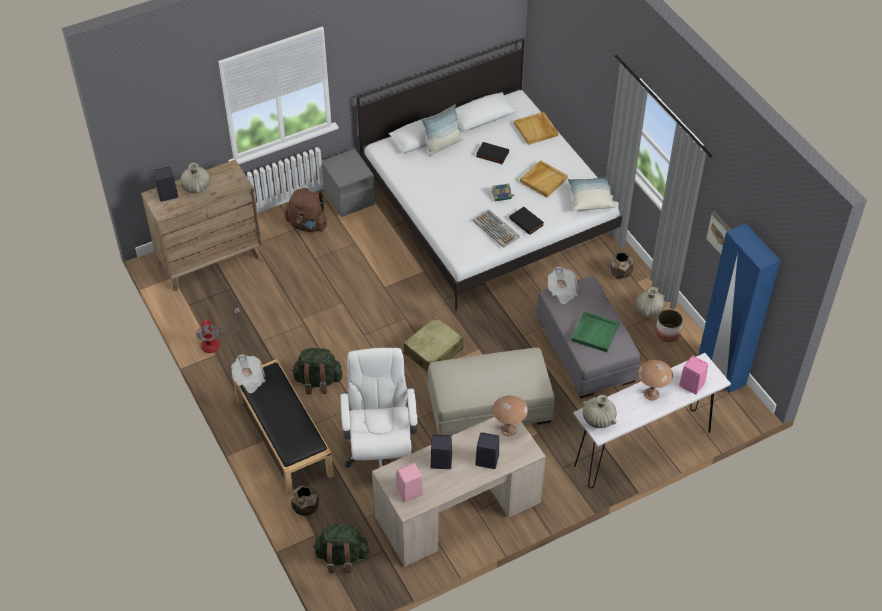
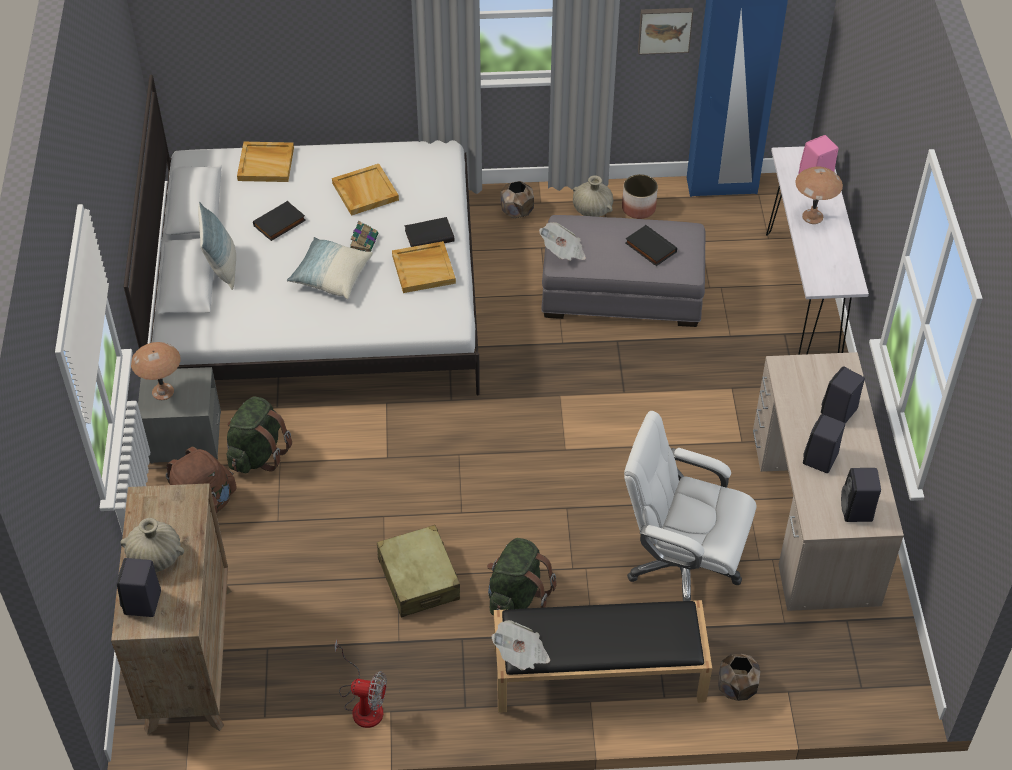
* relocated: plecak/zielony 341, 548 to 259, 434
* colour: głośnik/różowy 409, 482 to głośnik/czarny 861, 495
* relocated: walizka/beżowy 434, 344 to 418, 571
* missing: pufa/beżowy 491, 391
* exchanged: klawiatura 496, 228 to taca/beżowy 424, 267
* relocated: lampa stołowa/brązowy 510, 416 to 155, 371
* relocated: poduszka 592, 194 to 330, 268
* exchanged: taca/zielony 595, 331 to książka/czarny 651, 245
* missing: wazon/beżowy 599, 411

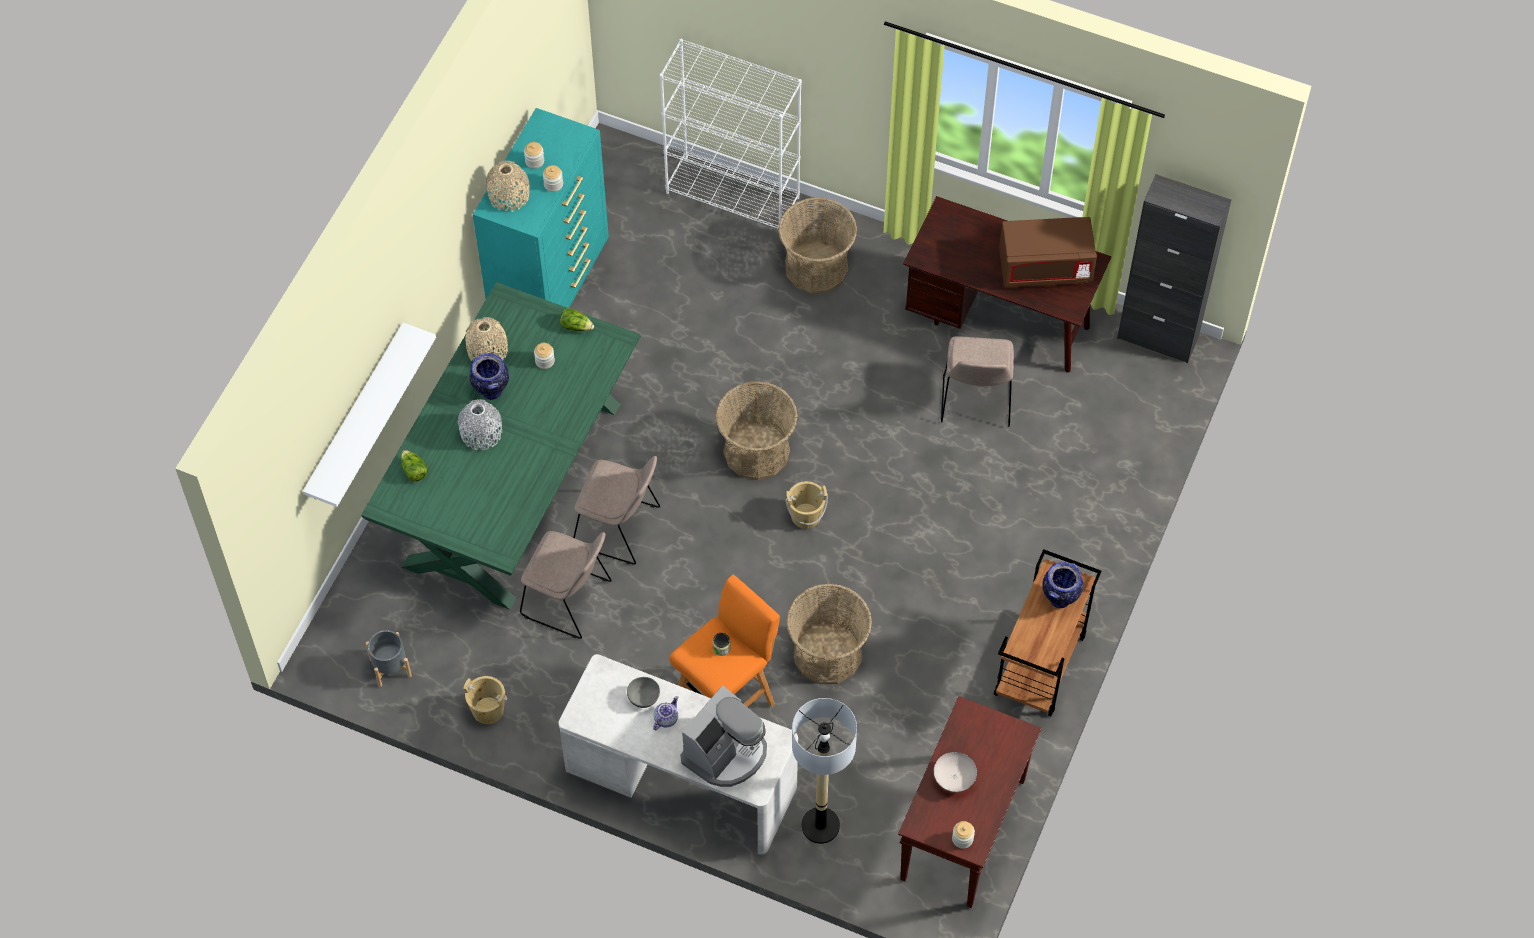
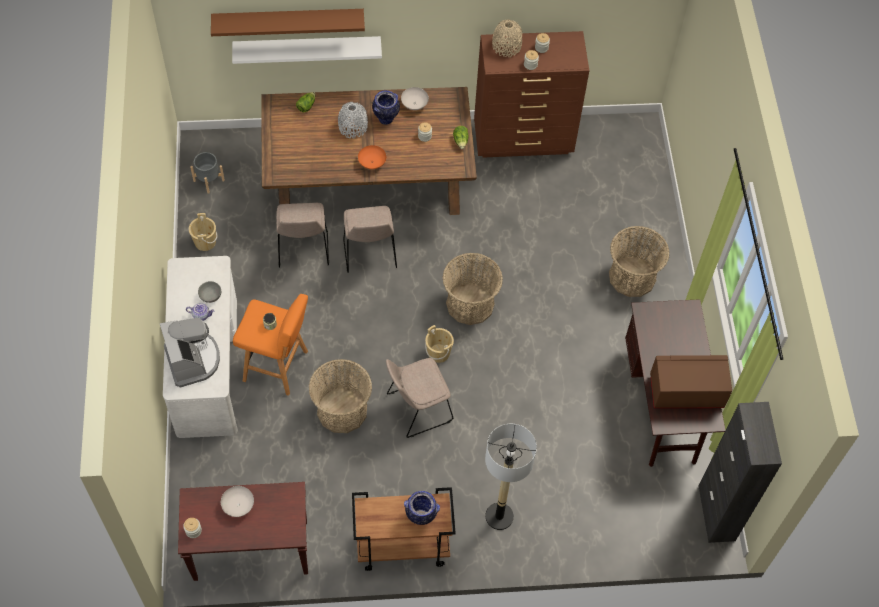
* colour: stół jadalny/zielony 501, 446 to stół jadalny/brązowy 369, 151
* exchanged: wazon/beżowy 486, 339 to miska/biały 415, 98
* colour: komoda/turkusowy 541, 208 to komoda/brązowy 531, 94
* missing: regał/biały 731, 133
* spun: ekspres do kawy 723, 736 = 190, 353 120 degrees counterclockwise
* relocated: lampa stojąca 824, 771 to 511, 477
* relocated: krzesło/beżowy 977, 381 to 419, 398
* spun: mikrofalówka/brązowy 1048, 252 = 691, 381 120 degrees clockwise
* appeared: półka/brązowy 288, 22
* appeared: miska/pomarańczowy 372, 157

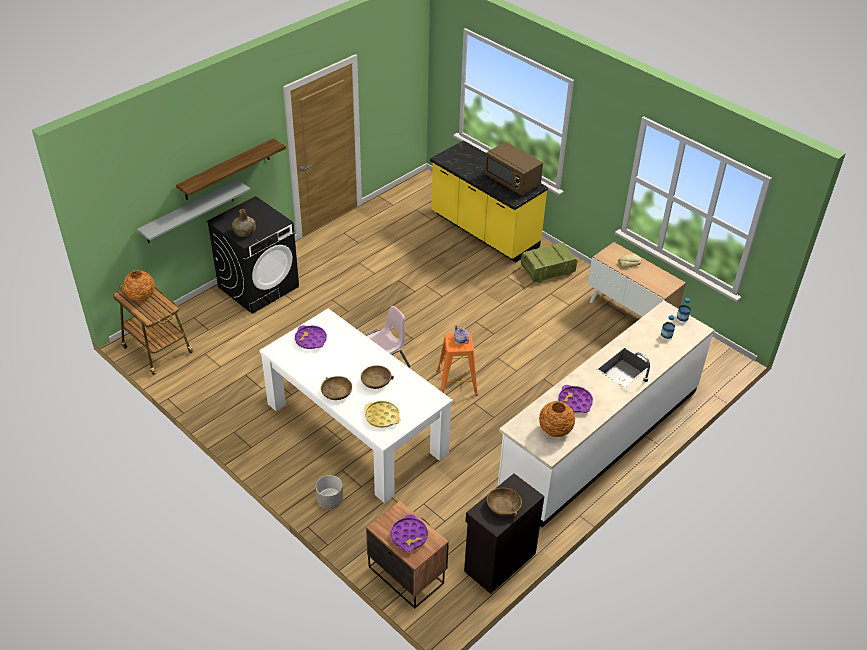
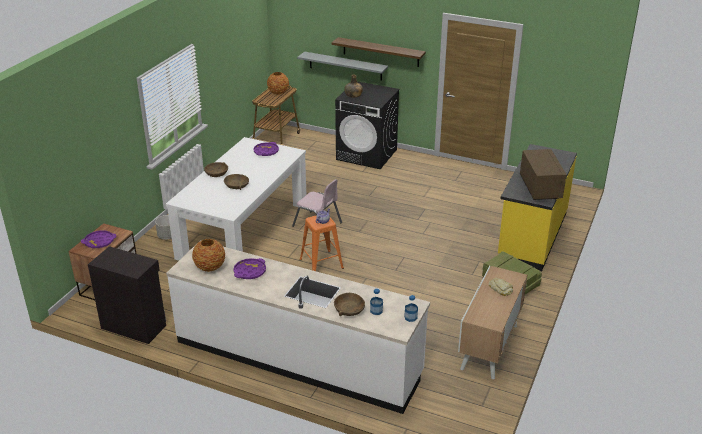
* missing: taca/żółty 382, 414
* spun: mikrofalówka/brązowy 514, 169 = 543, 174 150 degrees clockwise
* relocated: miska/brązowy 504, 502 to 349, 304

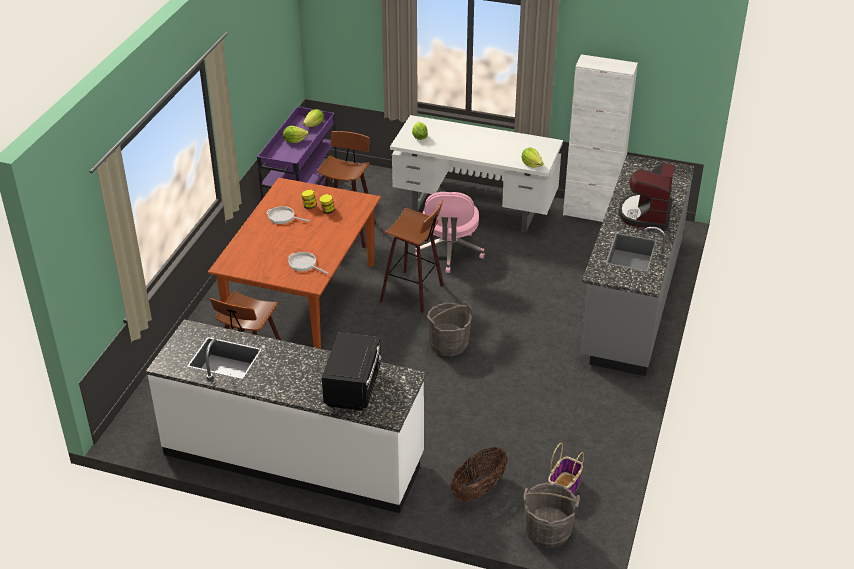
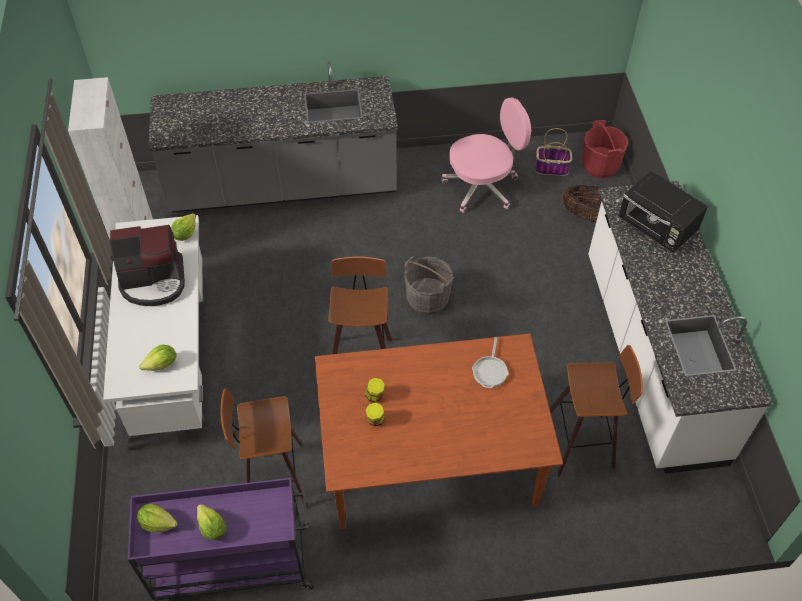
* missing: patelnia 288, 215
* spun: mikrofalówka/czarny 351, 372 = 663, 212 120 degrees counterclockwise
* relocated: krzesło biurowe/różowy 450, 232 to 486, 155
* colour: wiadro/szary 551, 515 to wiadro/czerwony 605, 149
* relocated: ekspres do kawy 647, 196 to 147, 265

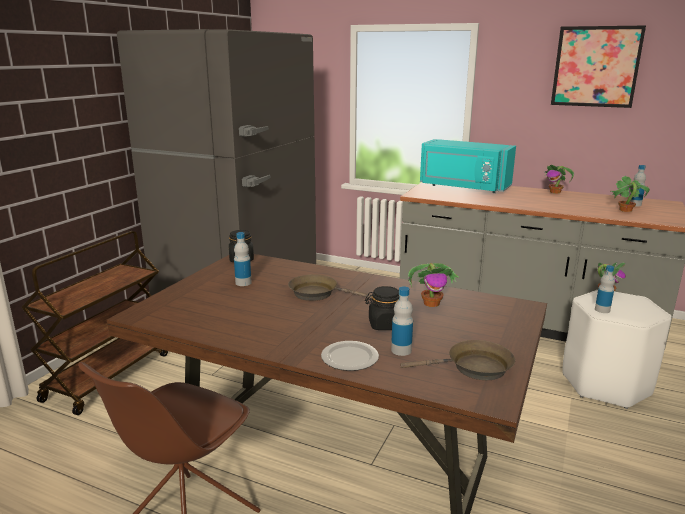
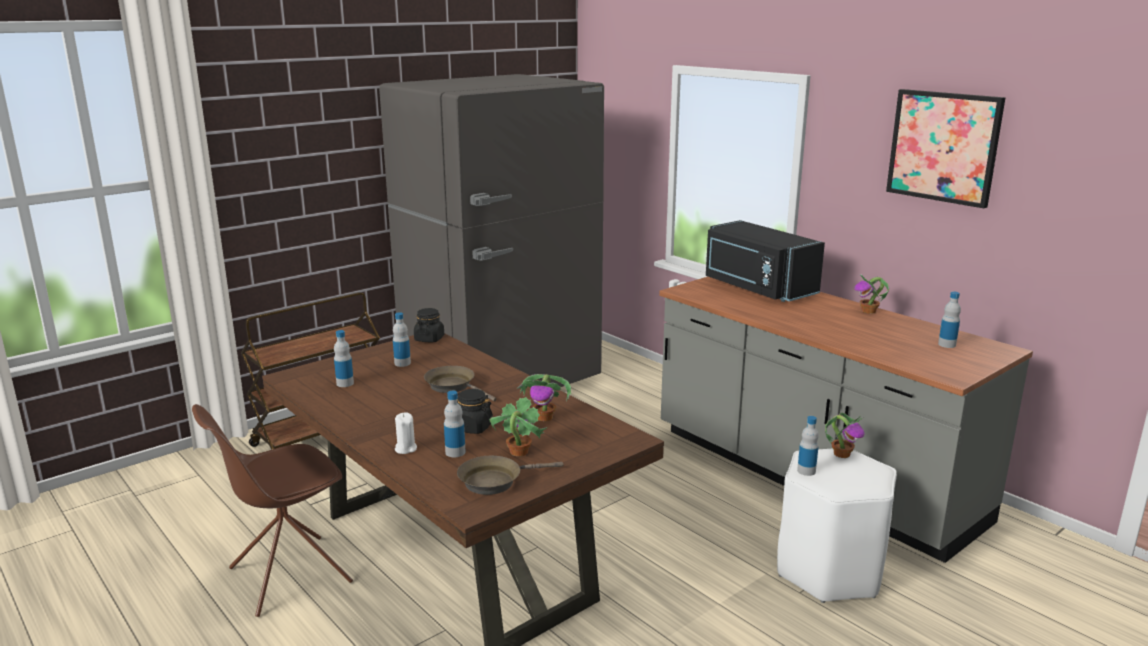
* exchanged: talerz 350, 356 to świeca/biały 406, 433
* spun: patelnia/brązowy 457, 360 = 510, 475 135 degrees clockwise
* colour: mikrofalówka/turkusowy 468, 166 to mikrofalówka/czarny 765, 261
* relocated: roślina doniczkowa 630, 194 to 519, 426
* appeared: butelka 344, 358

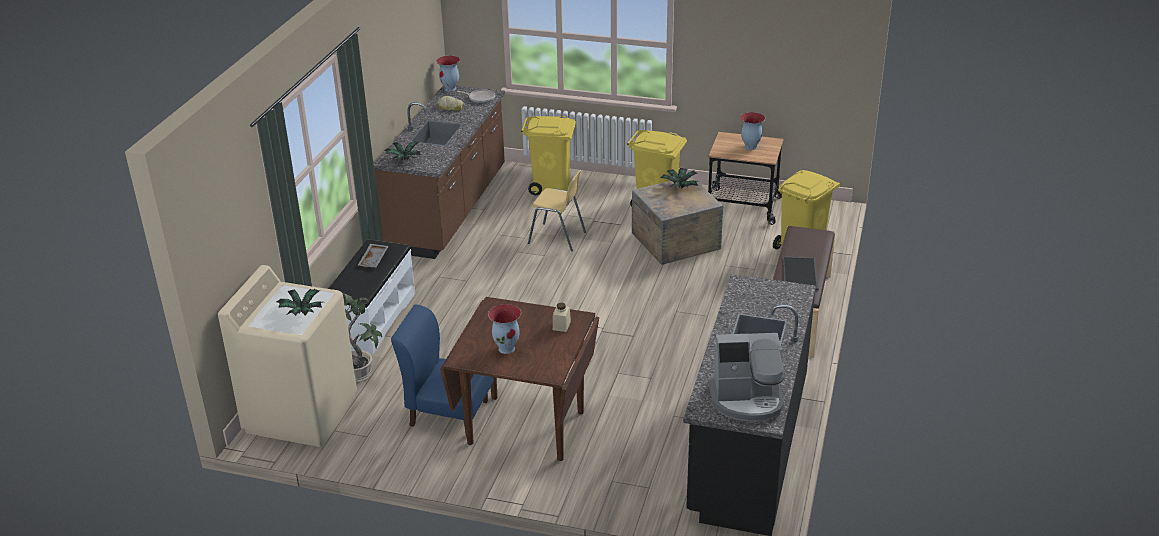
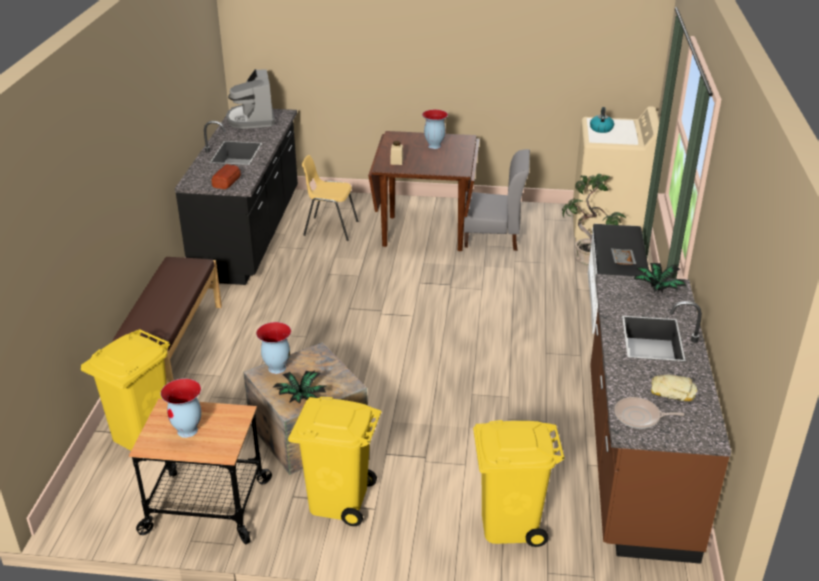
* exchanged: roślina doniczkowa 300, 302 to czajnik 602, 120
* colour: krzesło/niebieski 442, 369 to krzesło/szary 497, 200
* relocated: wazon 448, 73 to 273, 348
* relocated: krzesło/żółty 557, 210 to 330, 198
* spun: ekspres do kawy 746, 377 = 250, 99 90 degrees counterclockwise
* missing: taca 800, 273
* appeared: chleb 226, 176

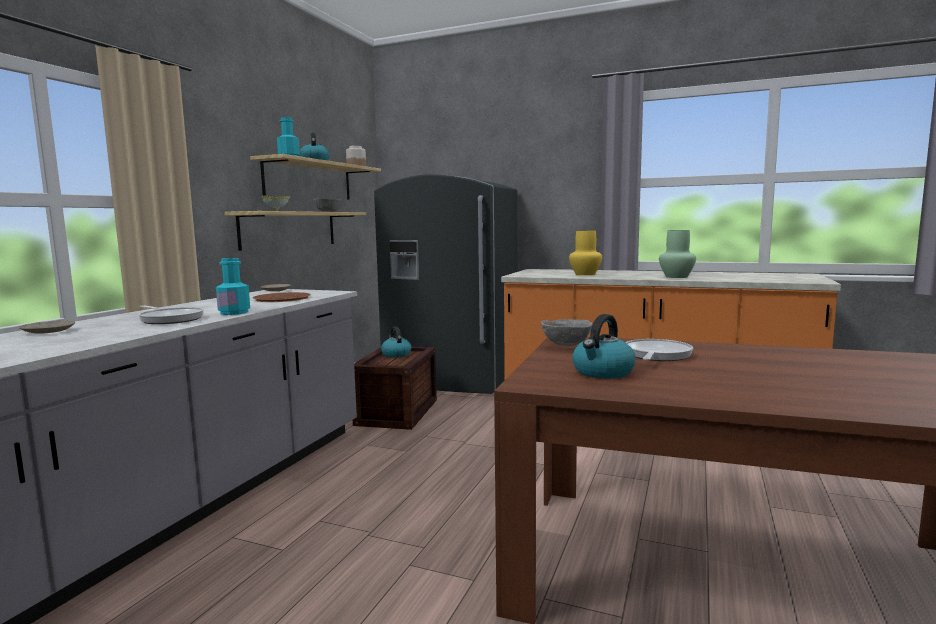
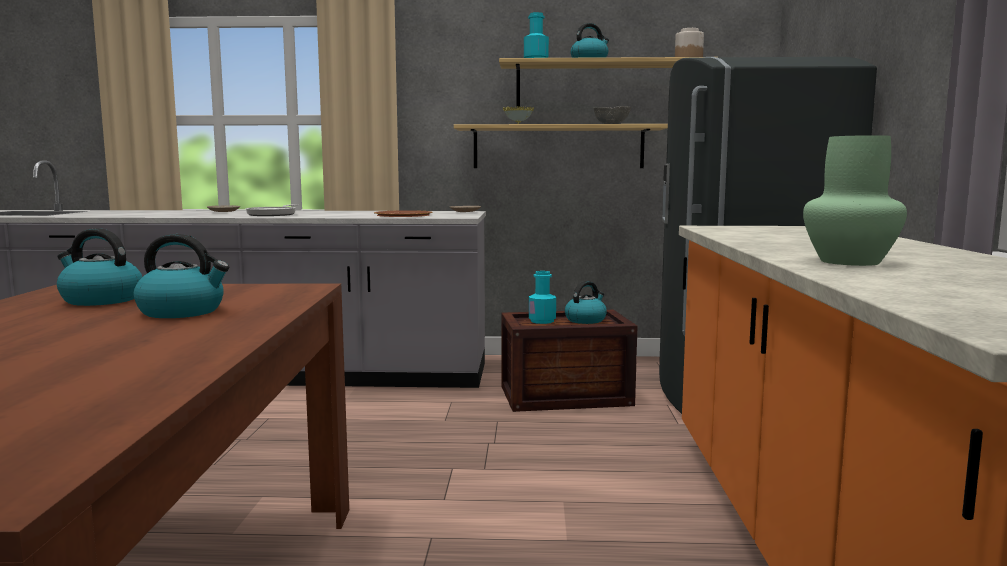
* relocated: butelka/turkusowy 233, 286 to 542, 297
* missing: miska/szary 567, 332
* missing: wazon/żółty 585, 253
* exchanged: patelnia 659, 350 to czajnik 181, 276

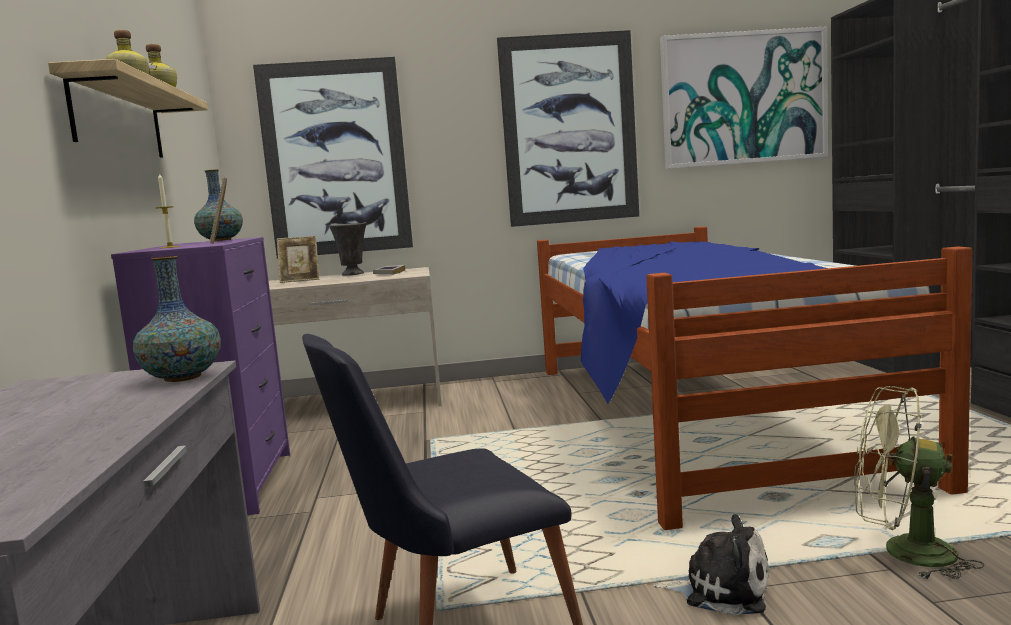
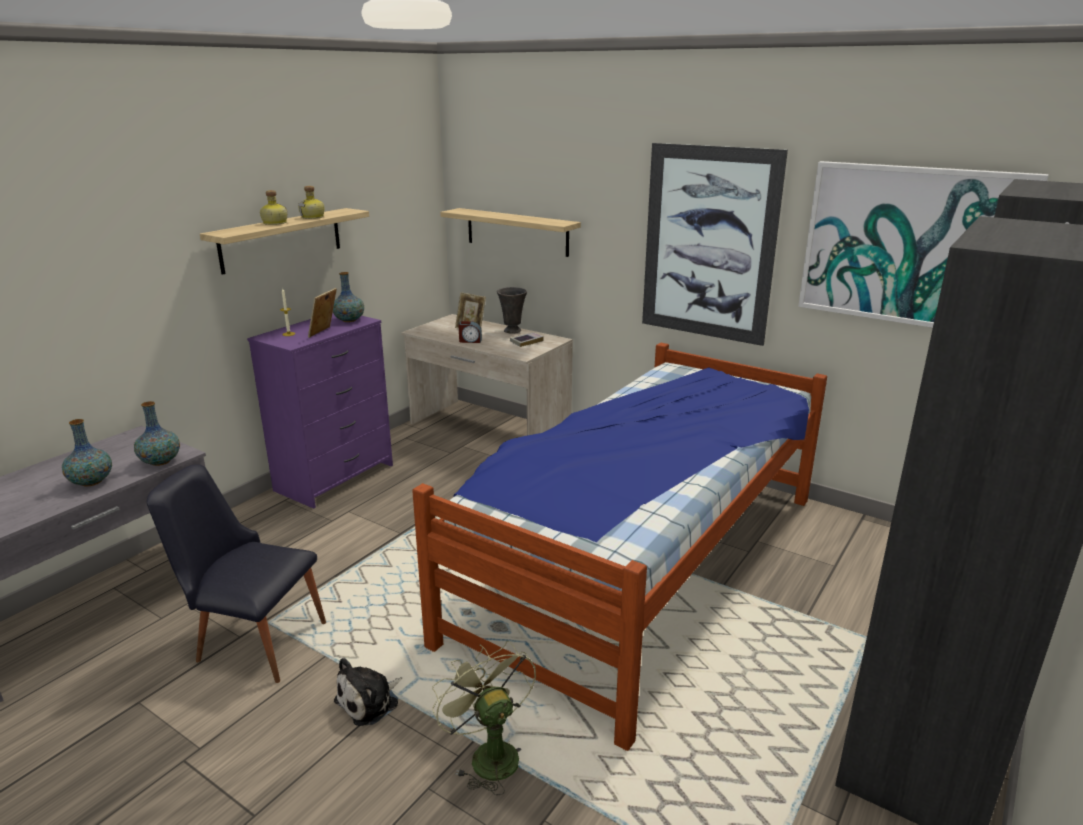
* exchanged: obraz 333, 157 to półka 510, 232
* spun: pluszak 711, 564 = 368, 692 75 degrees clockwise
* appeared: wazon 87, 452
* appeared: budzik 470, 332

